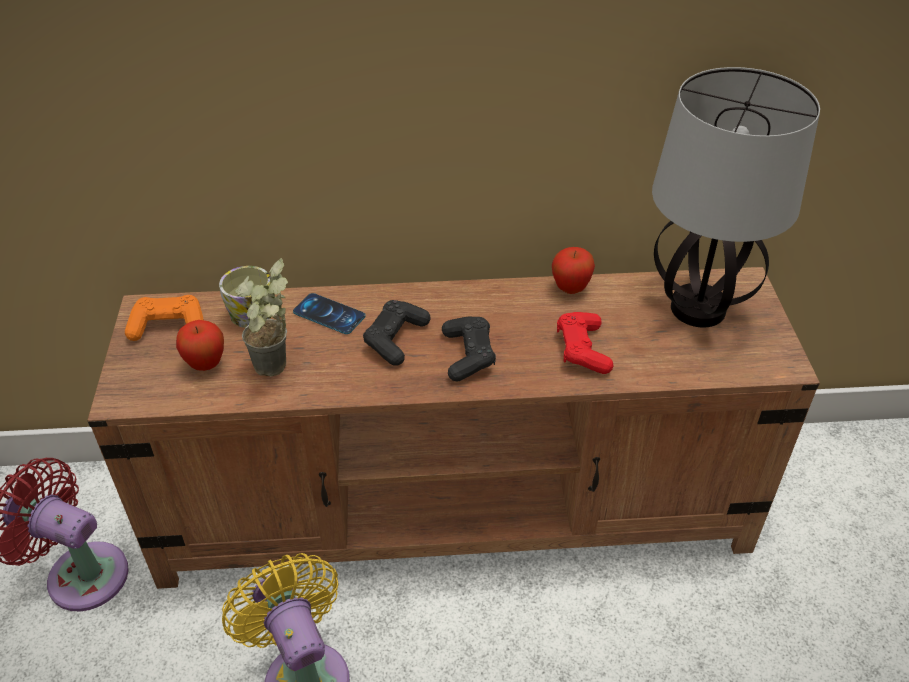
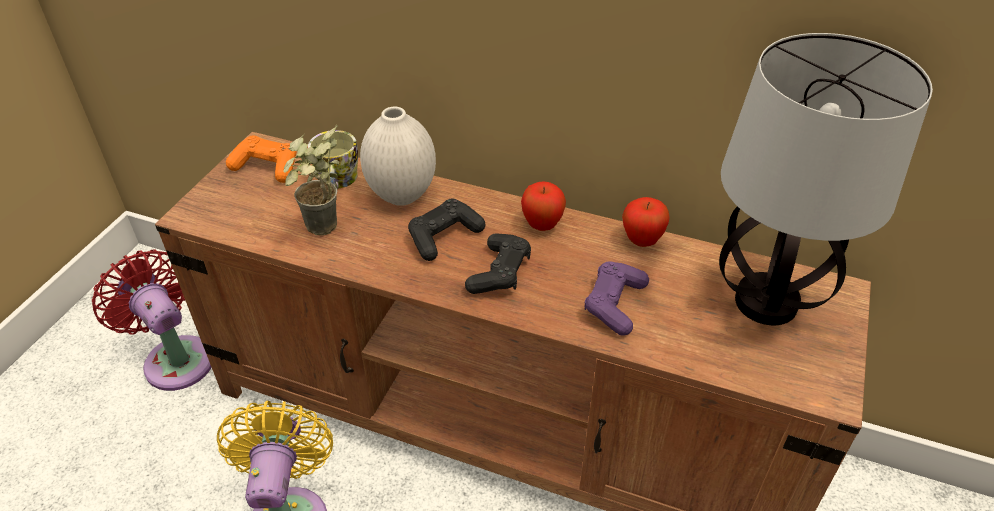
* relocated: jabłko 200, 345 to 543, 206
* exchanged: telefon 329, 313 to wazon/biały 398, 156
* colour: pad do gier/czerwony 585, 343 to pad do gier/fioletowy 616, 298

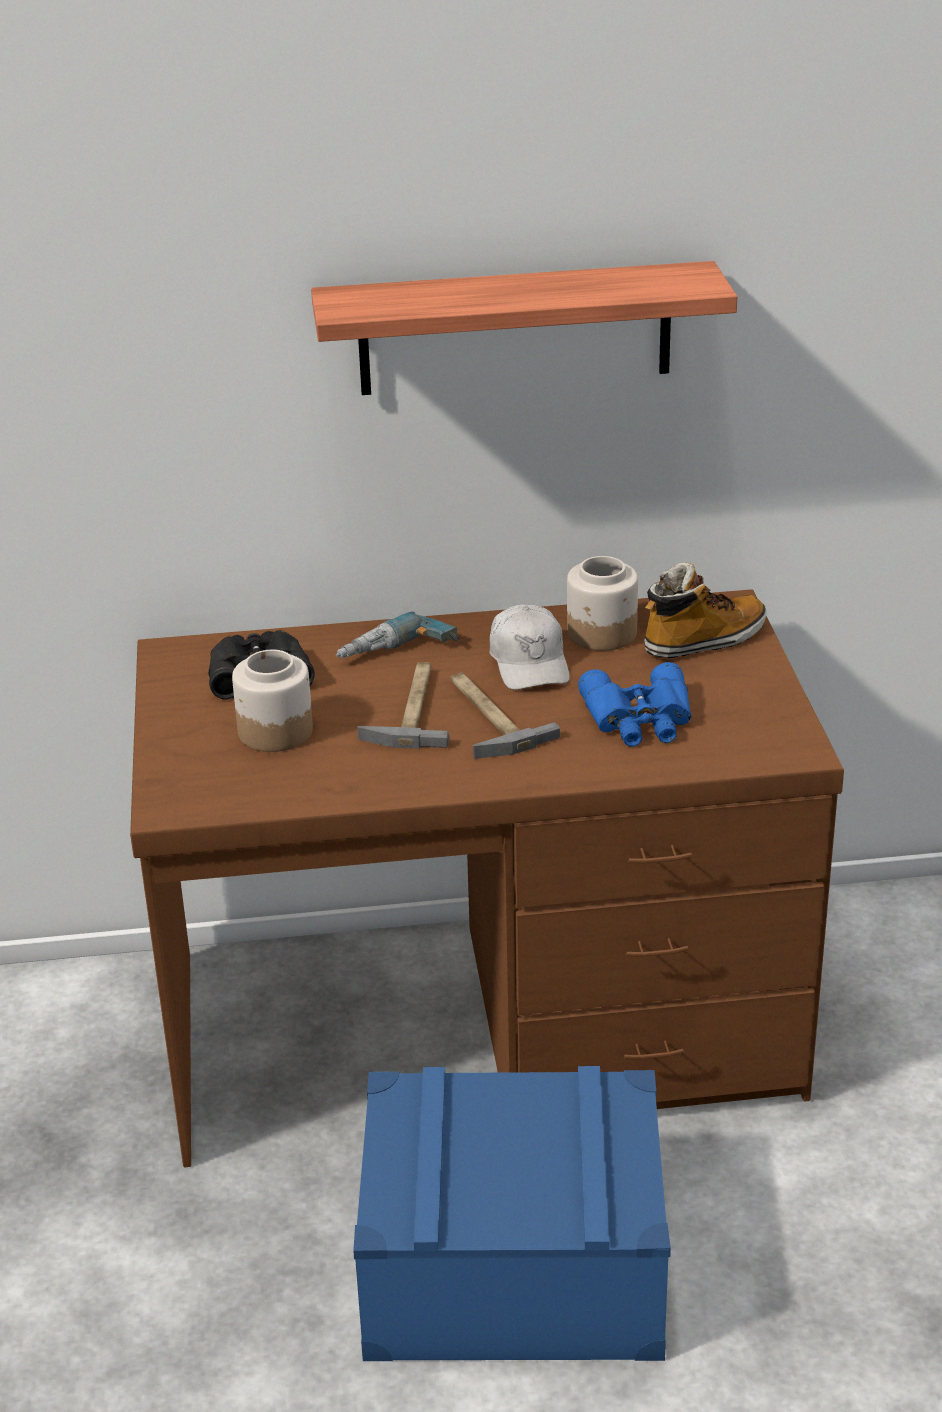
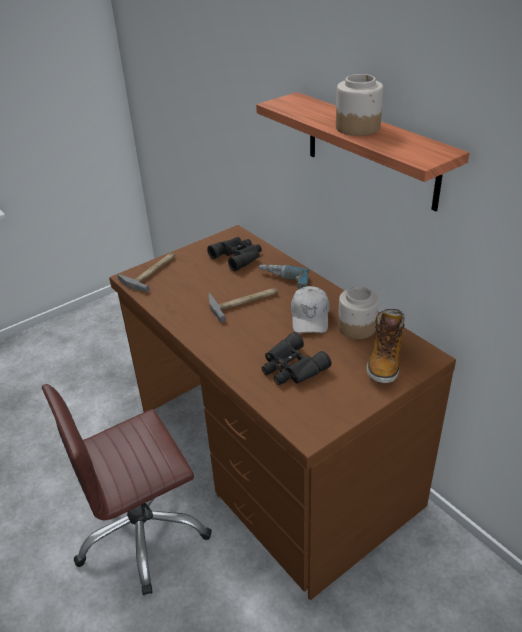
* relocated: słoik 272, 701 to 359, 105
* exchanged: pojemnik do przechowywania/niebieski 512, 1213 to krzesło biurowe/brązowy 127, 489
* relocated: młotek 505, 715 to 146, 273
* spun: czapka z daszkiem/biały 529, 647 = 310, 309 45 degrees counterclockwise
* colour: lornetka/niebieski 635, 704 to lornetka/czarny 297, 358
* spun: but z cholewką 705, 610 = 385, 346 75 degrees clockwise

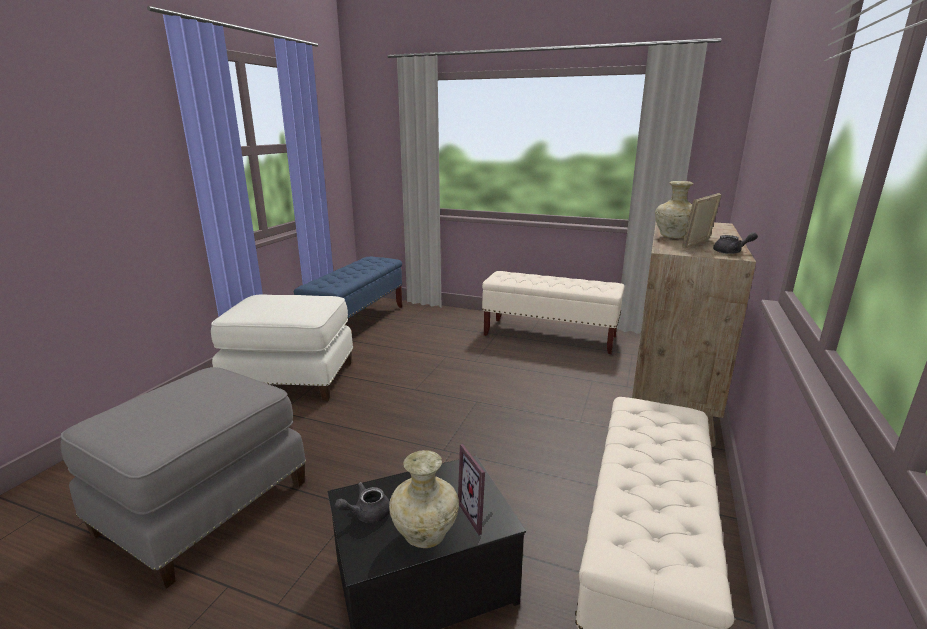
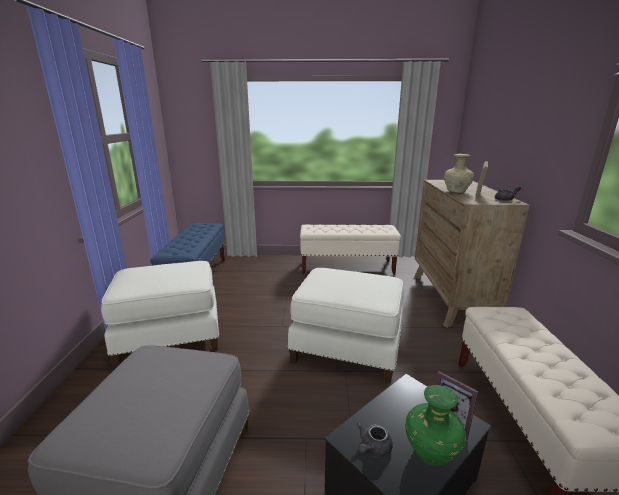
* colour: wazon/beżowy 424, 499 to wazon/zielony 435, 425
* appeared: pufa/biały 345, 325

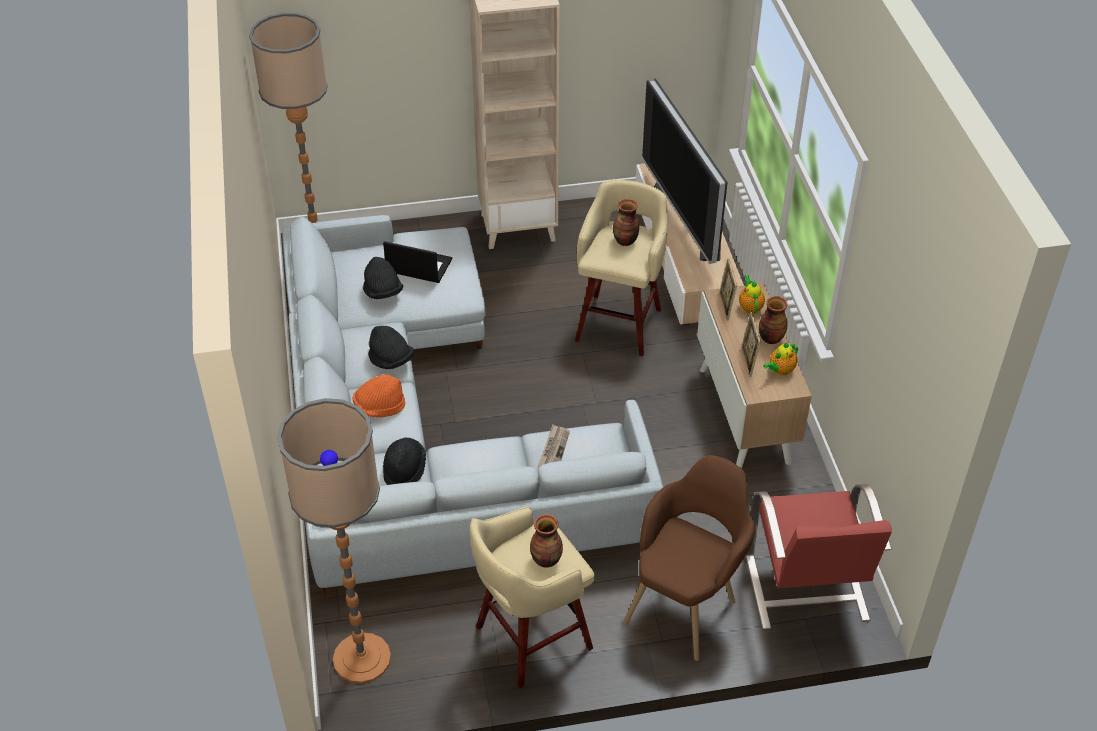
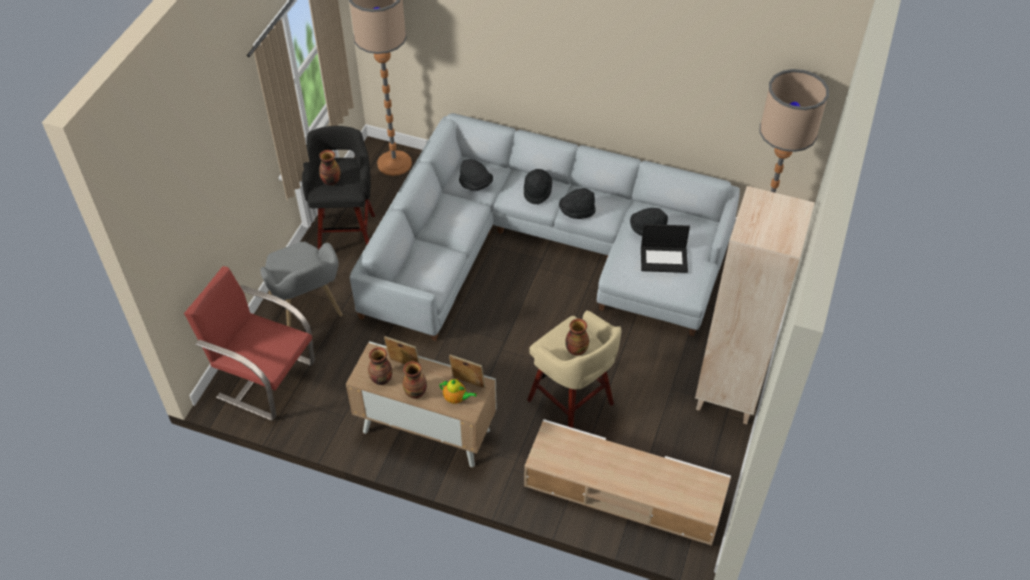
* colour: kapelusz/pomarańczowy 379, 396 to kapelusz/czarny 538, 187
* spun: laptop 417, 262 = 665, 248 45 degrees clockwise
* colour: stołek/beżowy 532, 597 to stołek/czarny 338, 187
* missing: gazeta 553, 446
* colour: fotel/brązowy 688, 558 to fotel/szary 302, 284
* missing: telewizor 685, 171
* exchanged: imbryk 780, 359 to wazon 380, 366

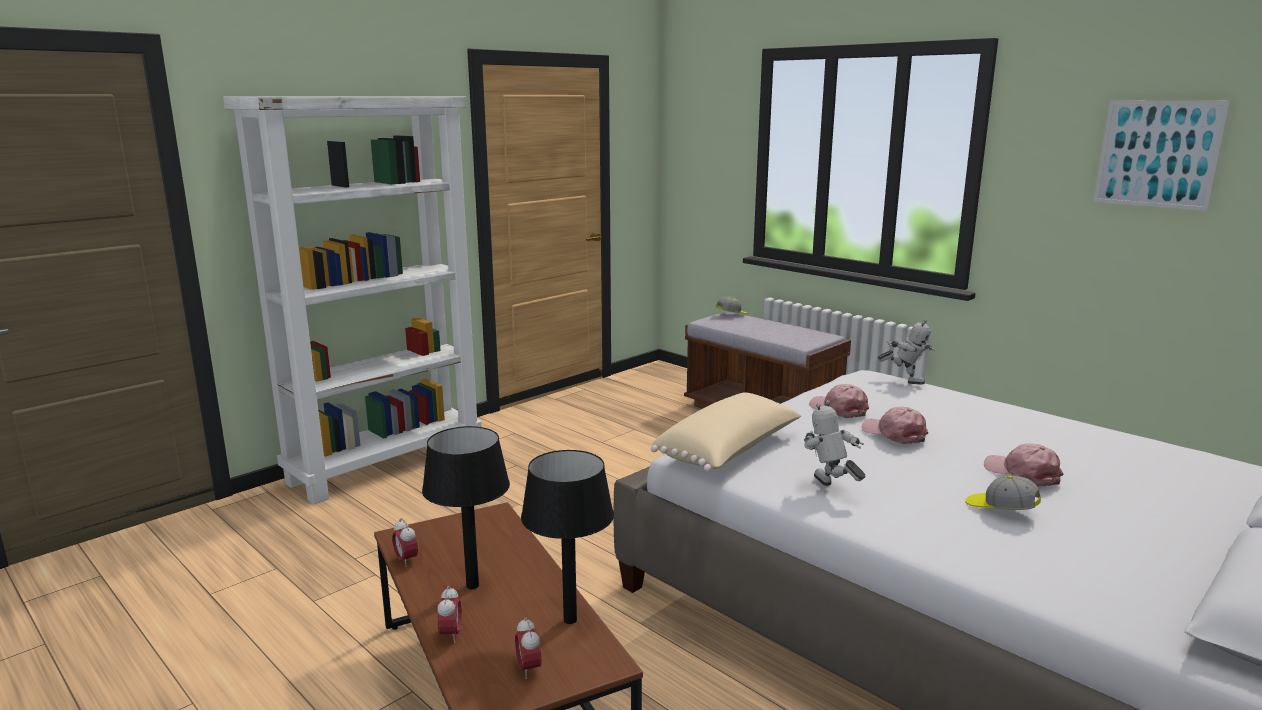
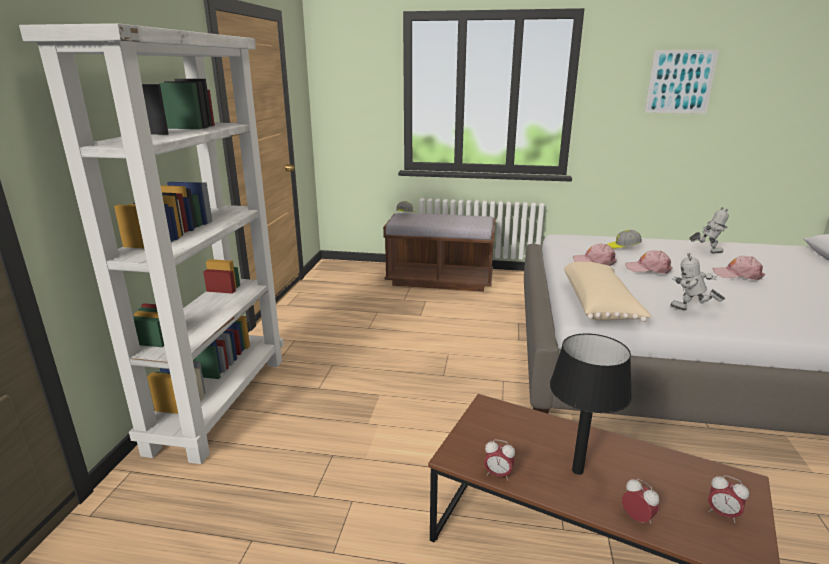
* missing: lampa stołowa/czarny 567, 537
* relocated: robot zabawkowy 906, 351 to 709, 230
* relocated: czapka z daszkiem 1003, 492 to 624, 239

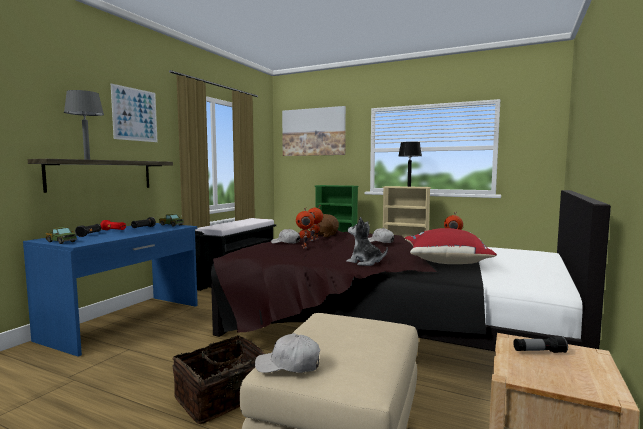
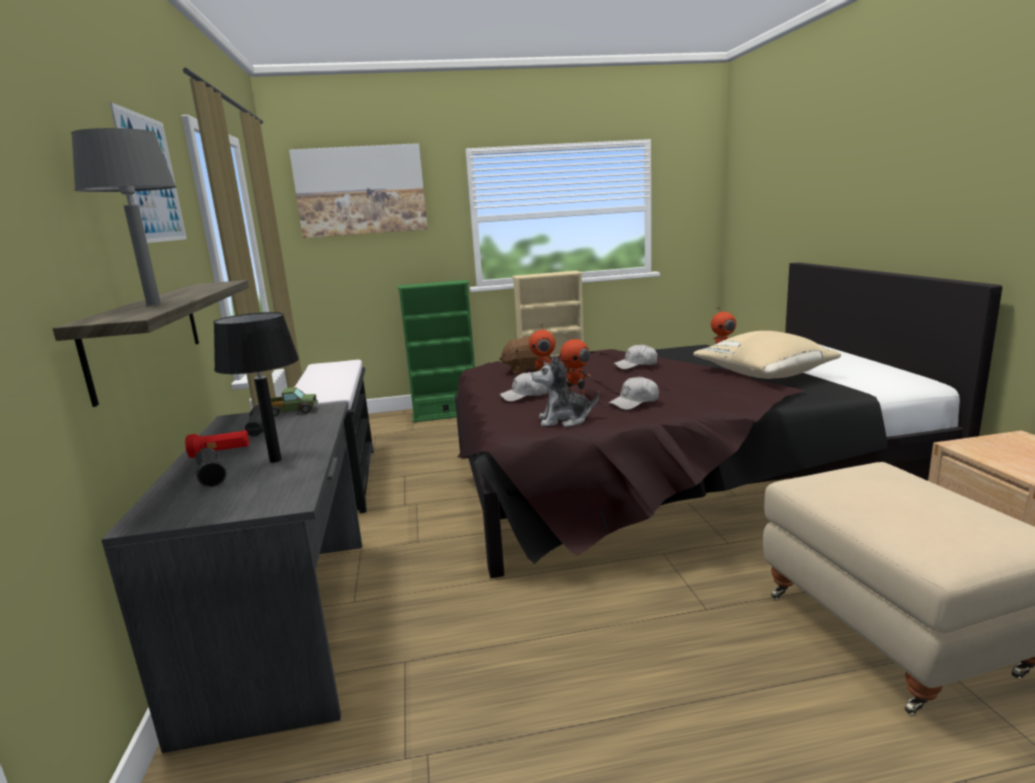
* colour: biurko/niebieski 110, 290 to biurko/szary 231, 577
* missing: ciężarówka zabawkowa 61, 235
* missing: koszyk 218, 379
* relocated: czapka z daszkiem/biały 287, 353 to 634, 393
* relocated: pluszak 367, 241 to 565, 391
* relocated: lampa stołowa/czarny 410, 164 to 256, 387
* colour: poduszka/czerwony 451, 246 to poduszka/beżowy 767, 355
* missing: latarka 540, 344

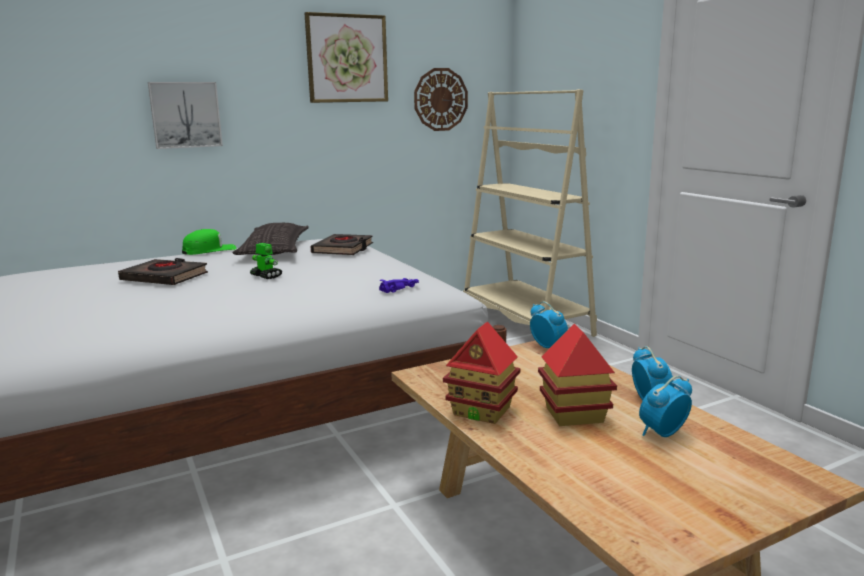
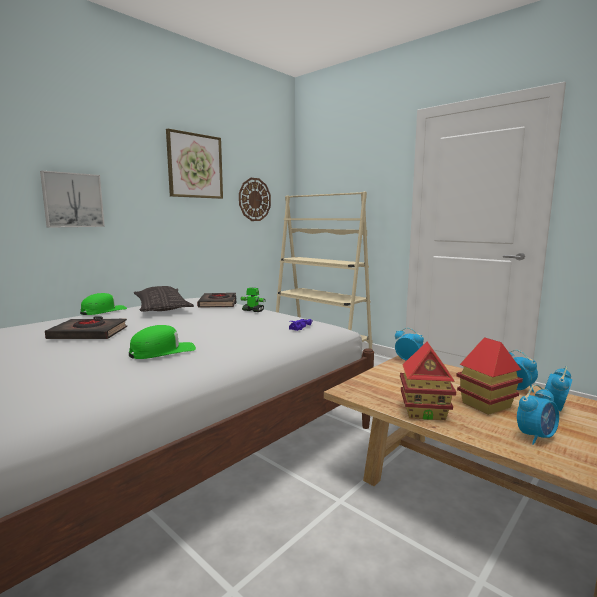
* relocated: robot zabawkowy 266, 261 to 252, 300
* appeared: czapka z daszkiem/zielony 162, 342
* appeared: budzik 538, 414

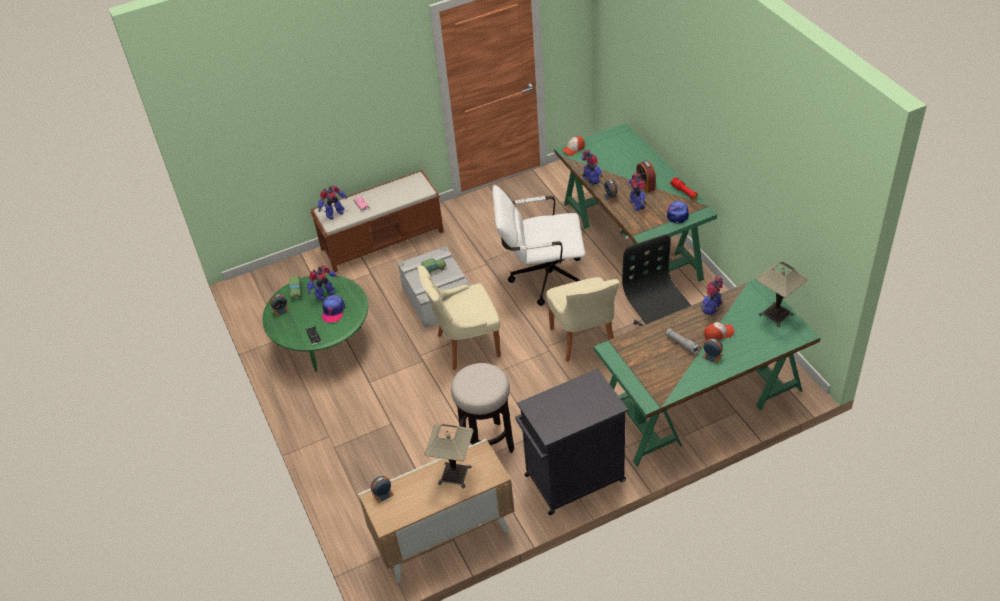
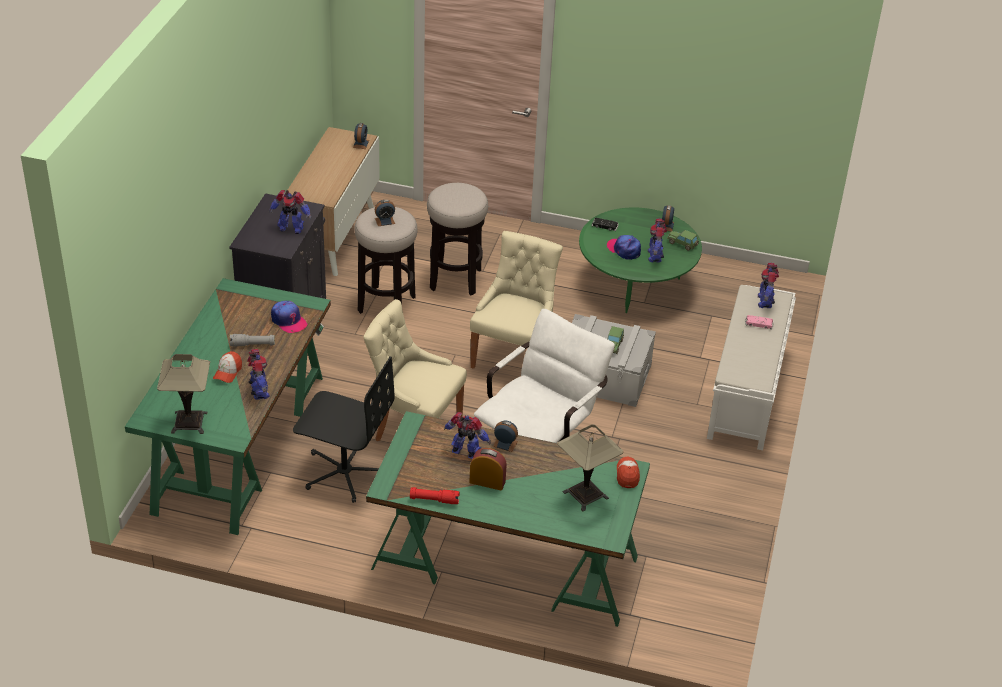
* colour: ławka/brązowy 377, 221 to ławka/biały 751, 367
* relocated: lampa stołowa 449, 456 to 590, 467
* relocated: robot zabawkowy 592, 167 to 289, 212
* relocated: czapka z daszkiem 678, 212 to 289, 317
* relocated: budzik 712, 350 to 385, 213
* appeared: stołek 457, 239

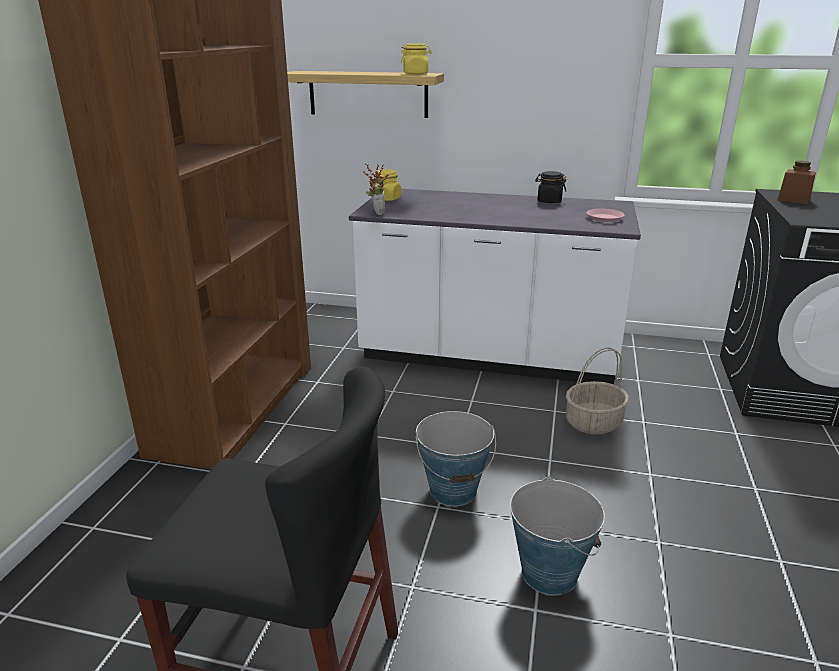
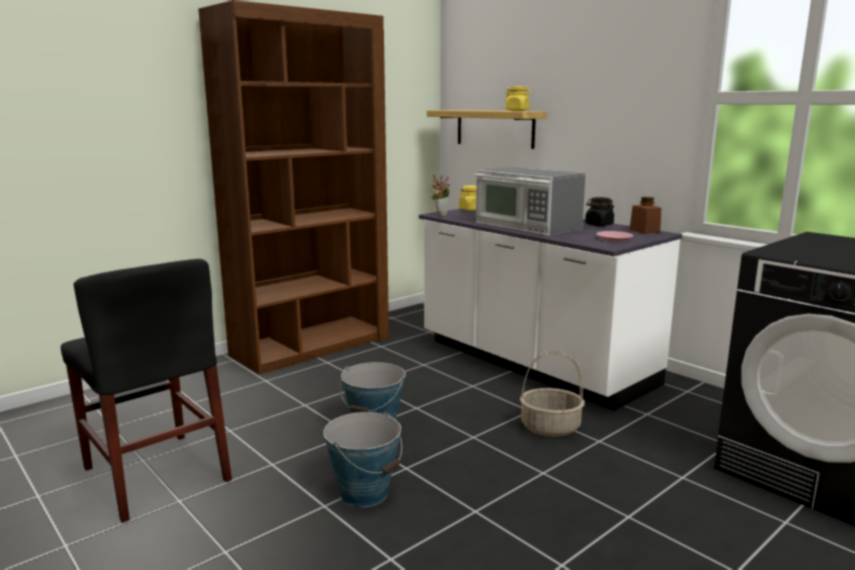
* relocated: słoik/brązowy 796, 182 to 645, 215
* appeared: mikrofalówka 530, 201

